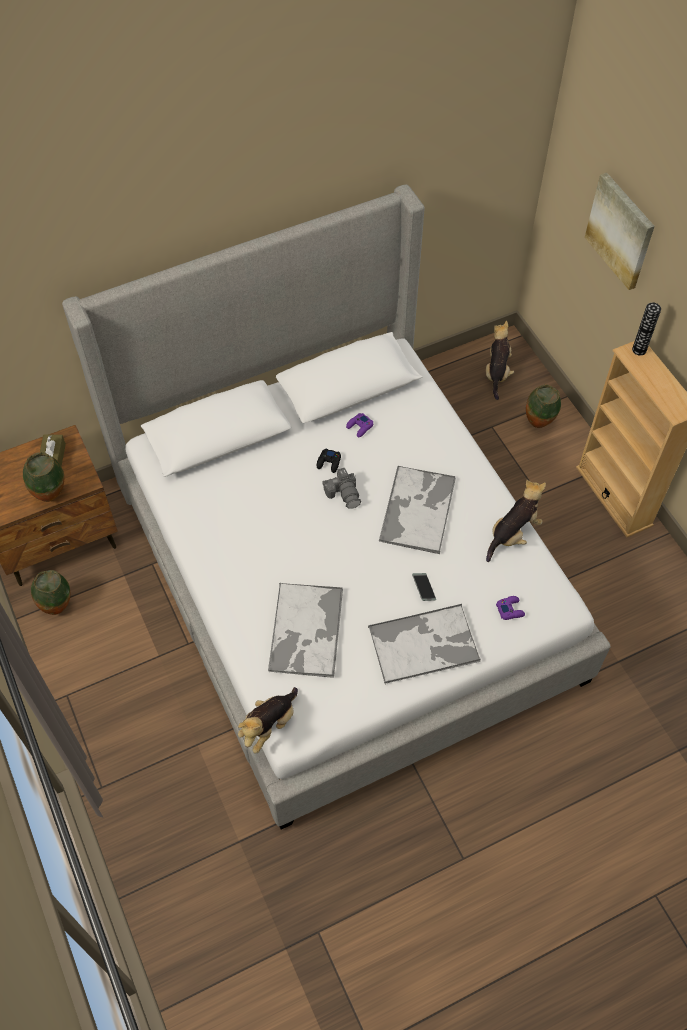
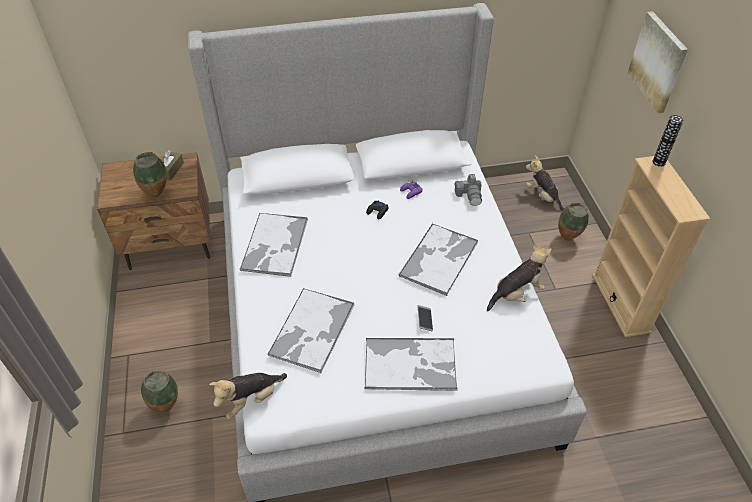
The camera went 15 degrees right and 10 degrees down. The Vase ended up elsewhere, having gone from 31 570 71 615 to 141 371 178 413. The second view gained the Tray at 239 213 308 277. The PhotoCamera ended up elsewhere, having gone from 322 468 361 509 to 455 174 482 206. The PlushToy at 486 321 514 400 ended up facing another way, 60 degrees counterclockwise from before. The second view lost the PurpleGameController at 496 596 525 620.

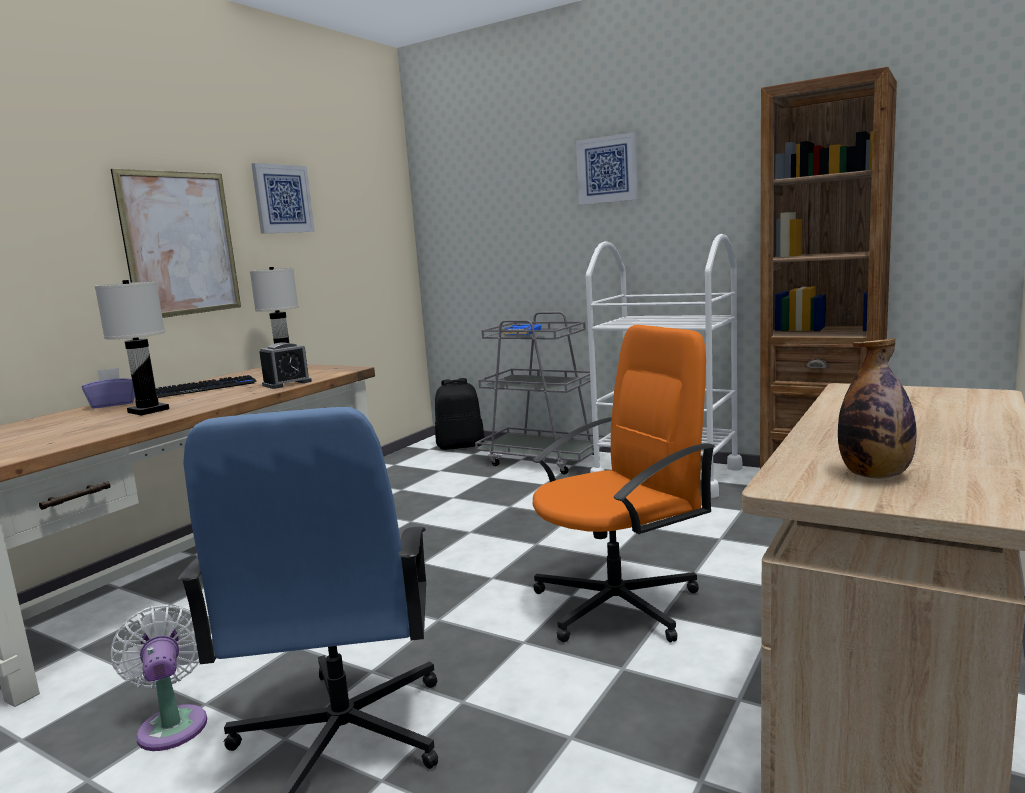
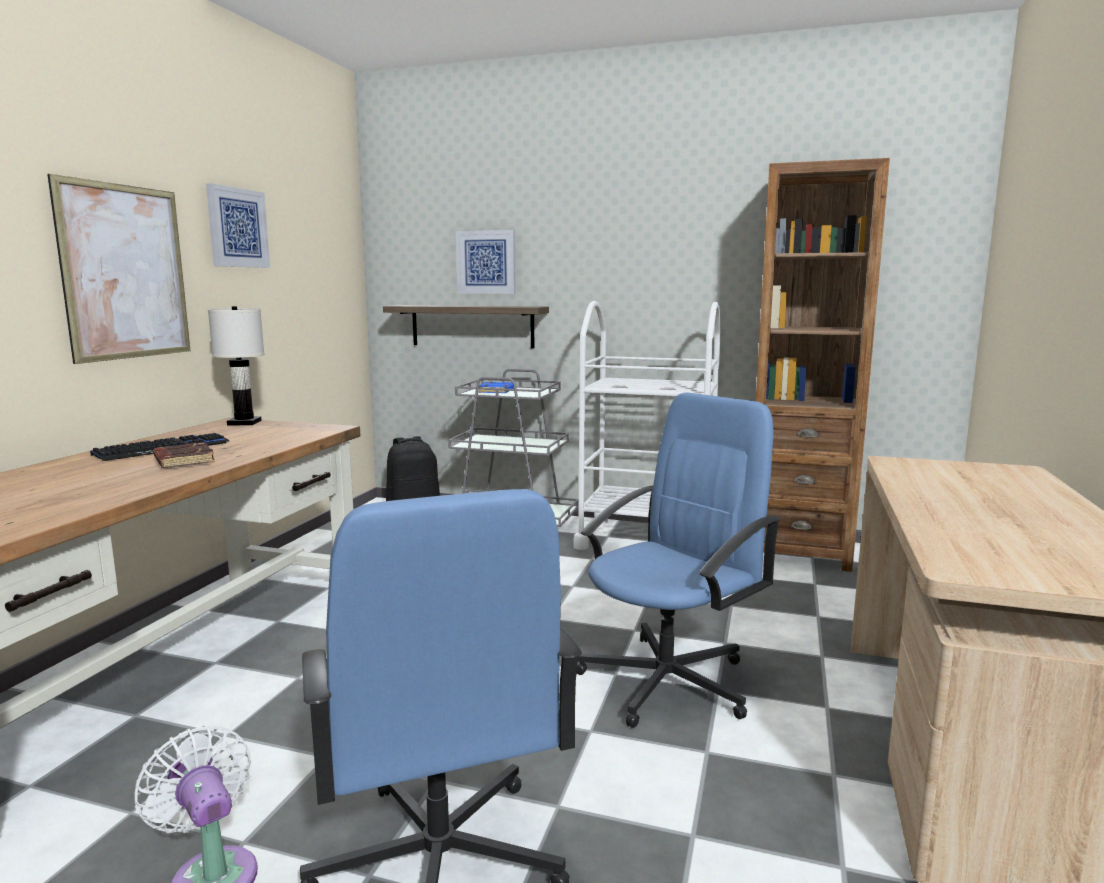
The camera went 15 degrees left and 0 degrees up. The second view gained the BrownBook at 153 442 215 468. The second view gained the Shelf at 383 305 549 348. The Picture ended up elsewhere, having gone from 576 132 638 205 to 456 230 516 294. What was the OrangeOfficeChair at 533 325 715 642 turned into the BlueOfficeChair at 577 392 782 728. The second view lost the PurpleTissueBox at 82 368 135 408. The second view lost the WhiteTableLamp at 95 280 169 416. The second view lost the AlarmClock at 259 342 312 389. The second view lost the Bottle at 838 338 917 479.

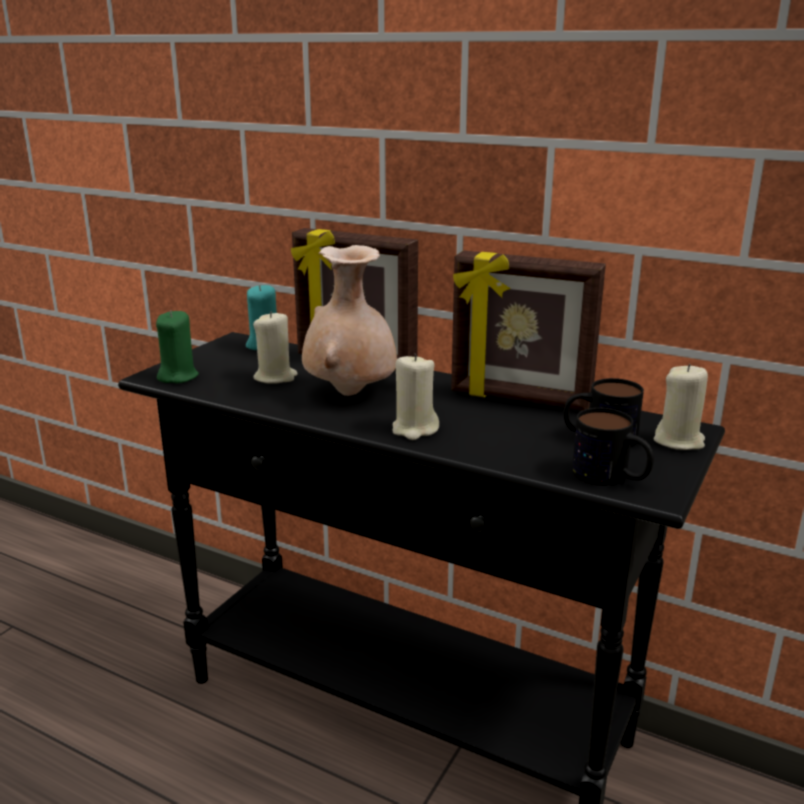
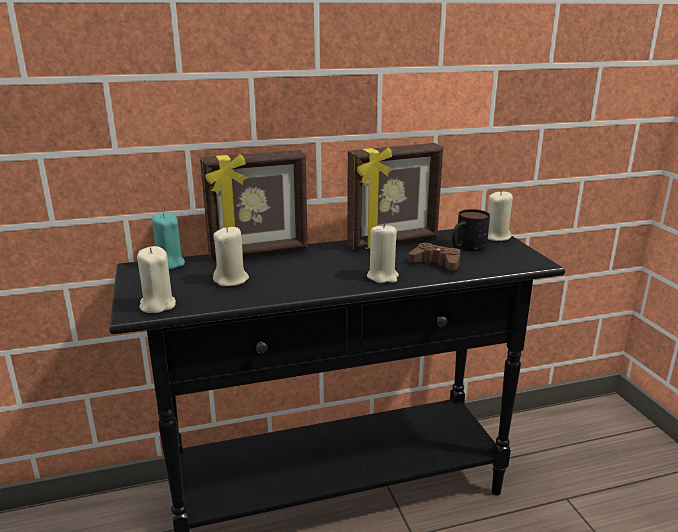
The camera went 45 degrees left and 0 degrees up. What was the GreenCandle at 156 310 199 383 turned into the BeigeCandle at 137 246 176 313. The second view gained the BrownGameController at 409 243 461 270. The second view lost the BeigeVase at 302 245 397 396. The second view lost the Mug at 572 408 654 485.

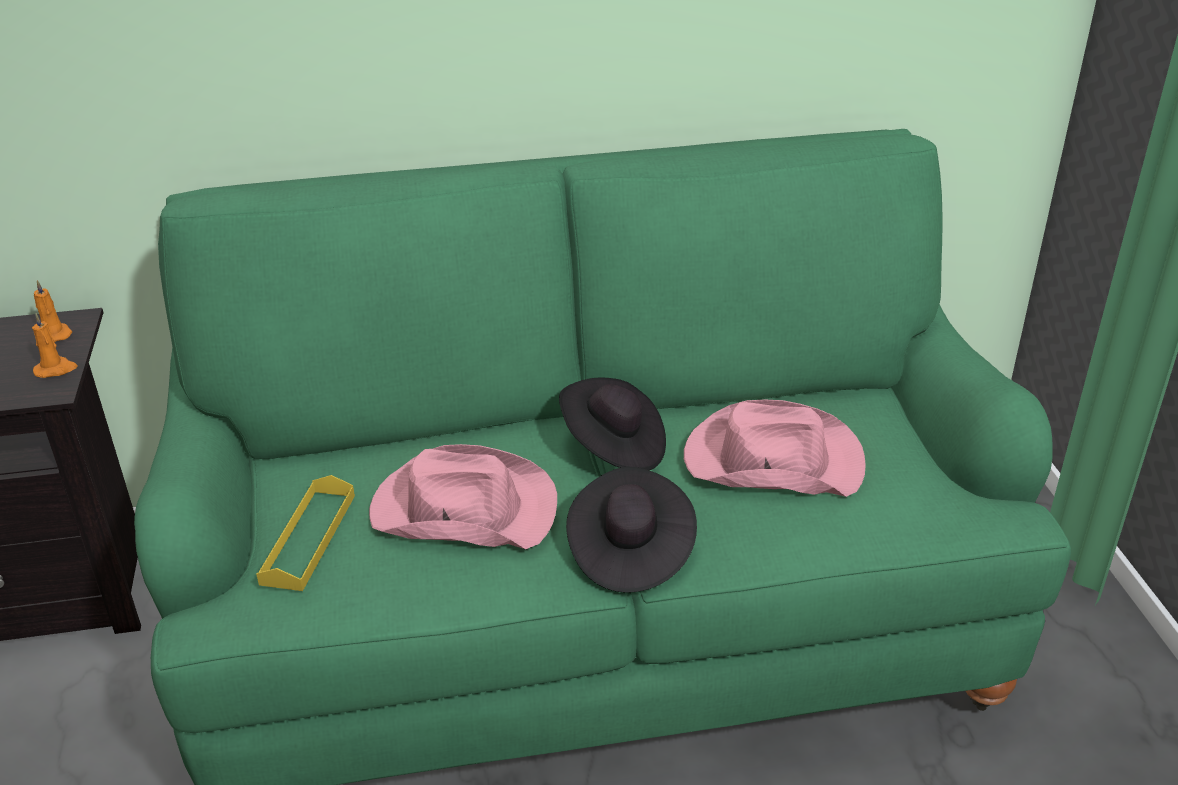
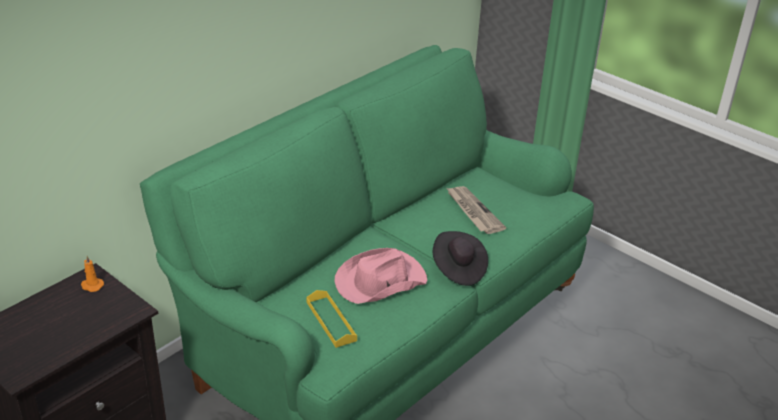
The camera went 40 degrees left and 0 degrees up. Where the PinkHat stood at 684 399 866 497, the Newspaper came to stand at 447 186 506 234. The second view lost the OrangeCandle at 32 313 78 378. The second view lost the BlackHat at 559 377 666 470.

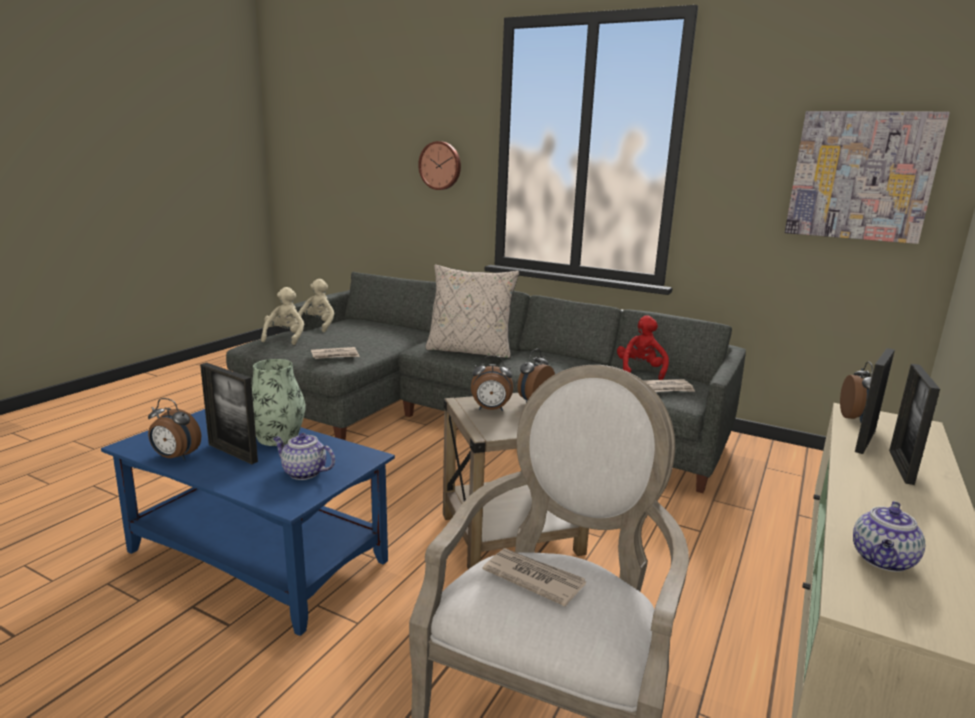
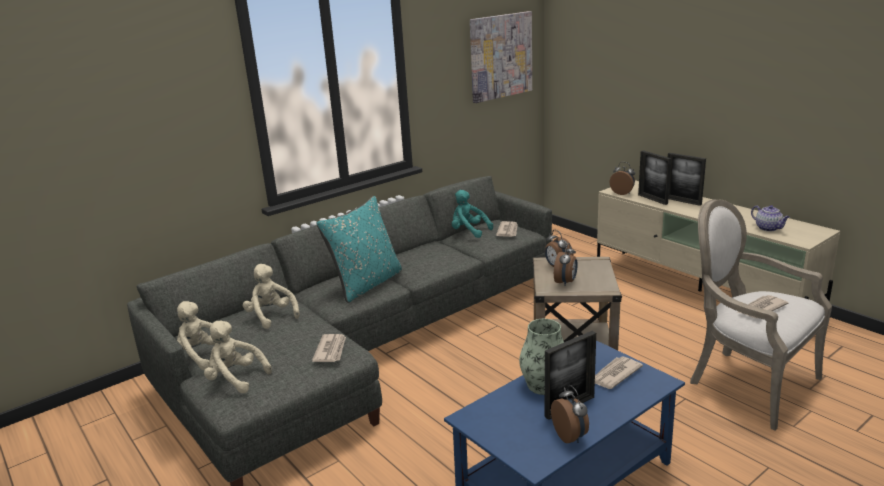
The camera went 65 degrees left and 5 degrees up. The second view gained the BeigePlushToy at 243 264 300 329. What was the BeigePillow at 425 265 519 359 turned into the TurquoisePillow at 316 196 402 303. What was the RedPlushToy at 617 315 669 380 turned into the TurquoisePlushToy at 452 190 493 238. The AlarmClock at 148 398 201 460 ended up facing another way, 60 degrees counterclockwise from before. Where the Teapot stood at 273 433 335 480, the Newspaper came to stand at 595 356 643 389. The second view lost the WallClock at 418 141 461 190.

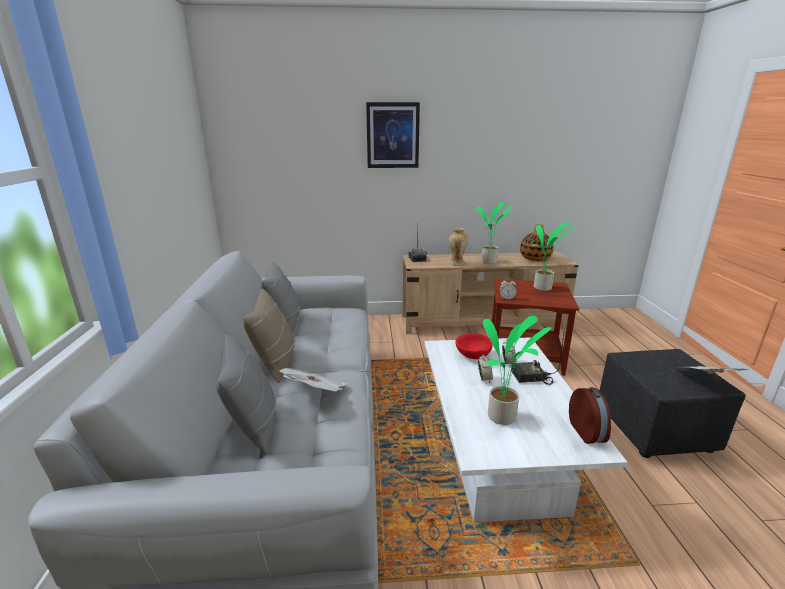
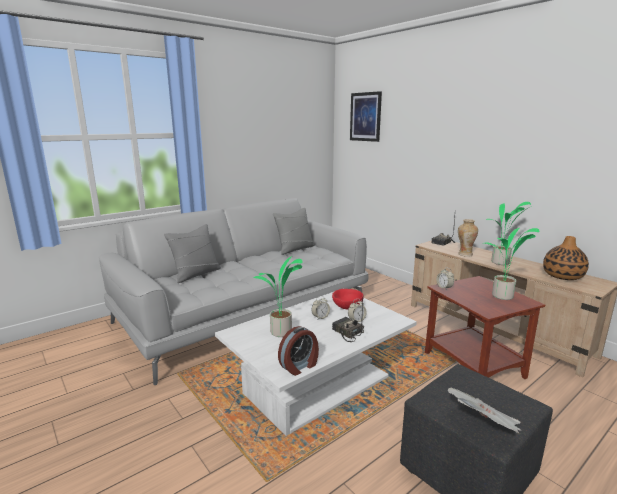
The camera went 55 degrees right and 5 degrees down. The Picture ended up elsewhere, having gone from 366 102 420 168 to 350 91 382 142. The second view lost the BeigePillow at 243 288 295 383. The second view lost the Newspaper at 280 368 347 392.

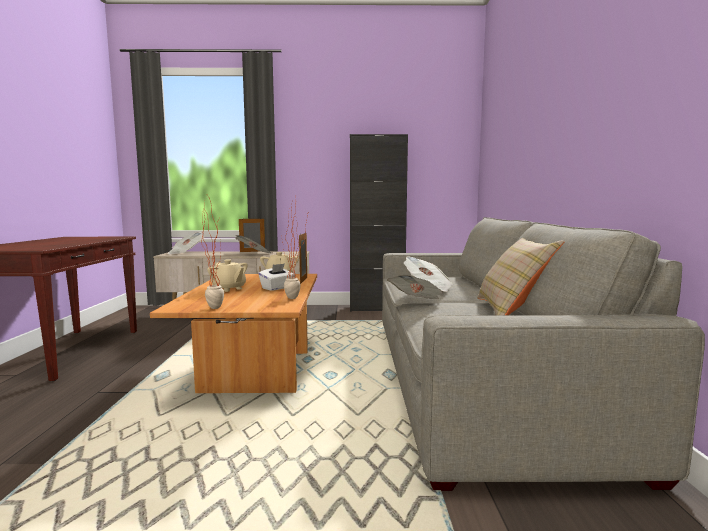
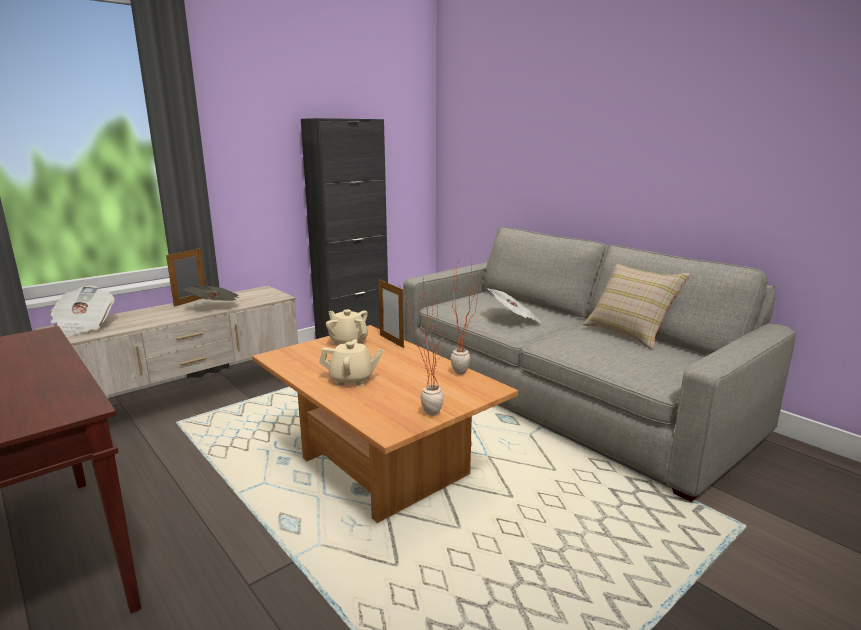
The camera went 40 degrees left and 10 degrees up. The second view lost the WhiteTissueBox at 258 263 294 291. The second view lost the Newspaper at 387 275 443 299.

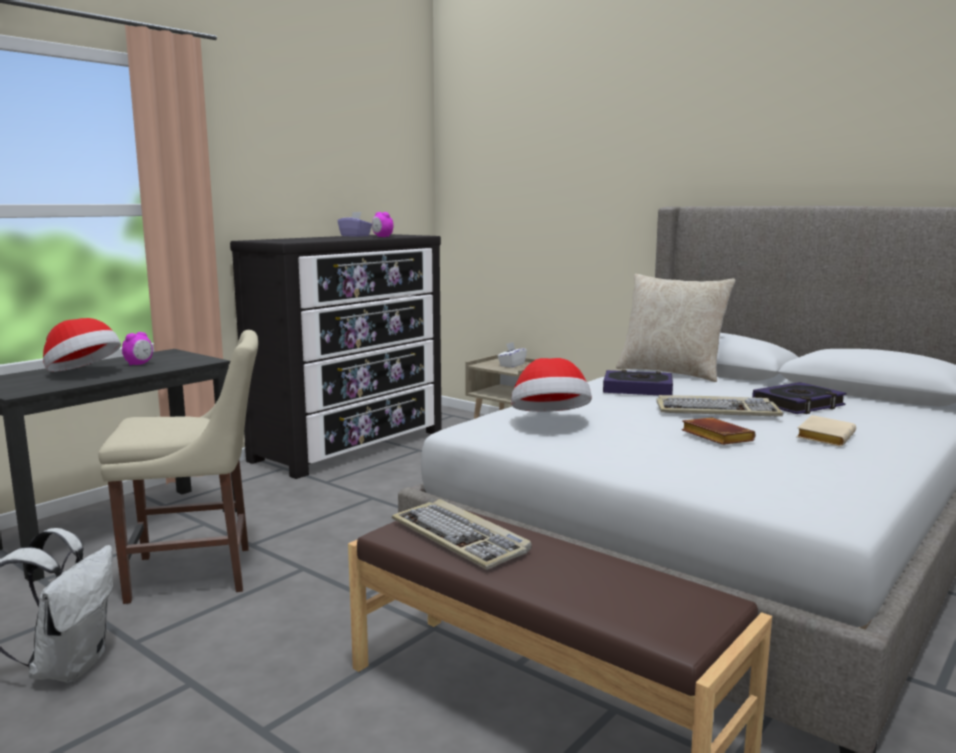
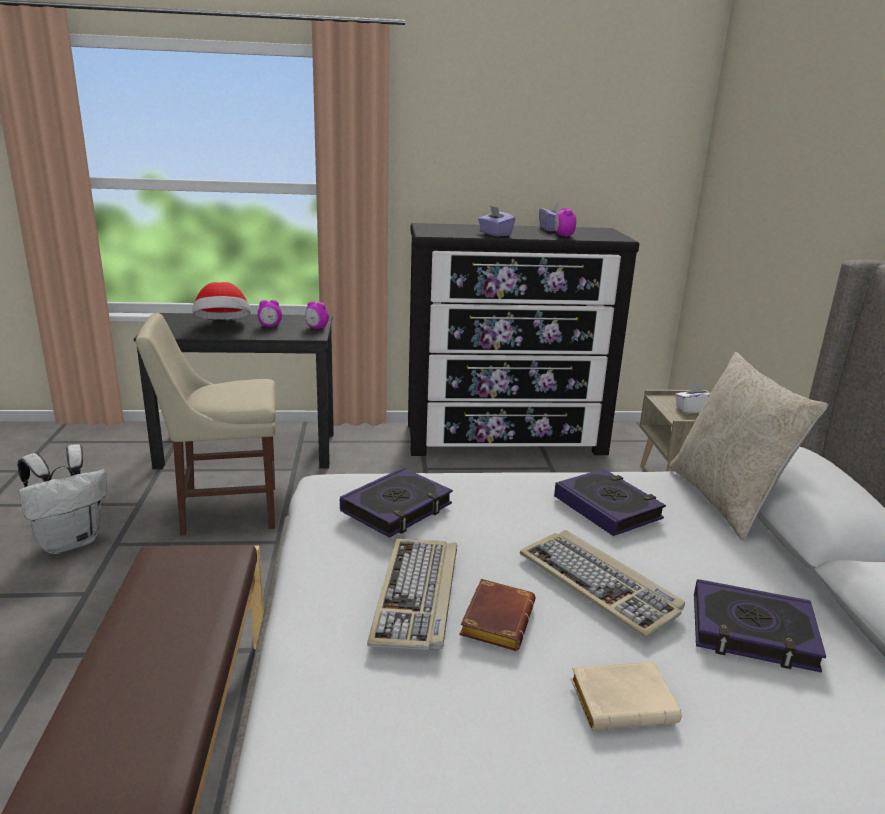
The camera went 45 degrees right and 10 degrees up. The BeigeChair at 99 330 258 604 ended up facing another way, 135 degrees clockwise from before. The second view gained the AlarmClock at 305 301 329 329. Where the Hat stood at 511 358 592 412, the Book came to stand at 340 468 453 538. The Keyboard ended up elsewhere, having gone from 392 499 532 570 to 367 539 457 651. The second view gained the PurpleTissueBox at 478 206 515 237.

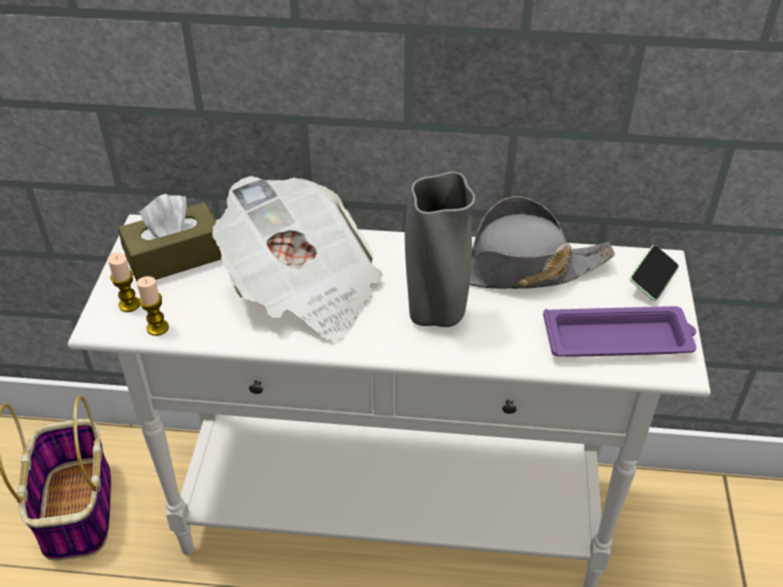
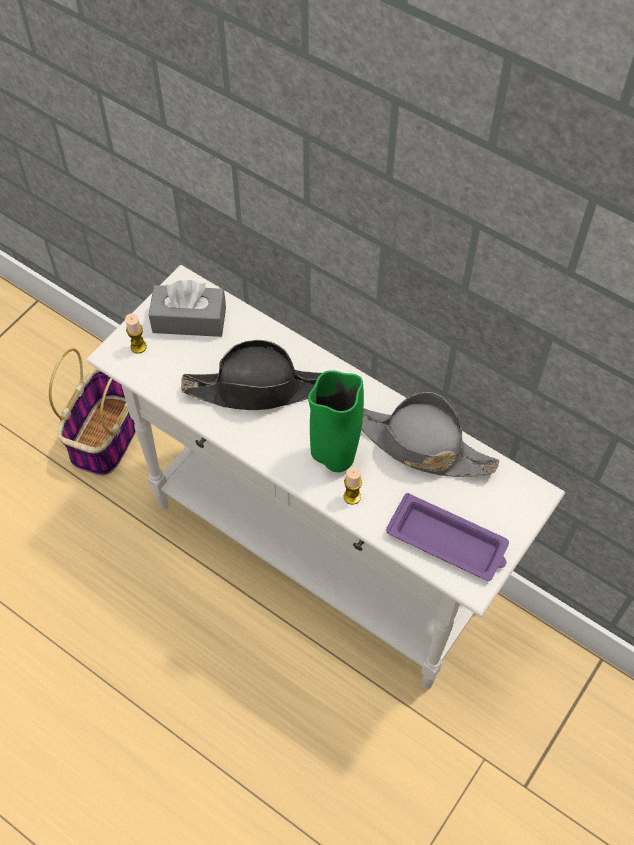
The camera went 30 degrees right and 15 degrees up. What was the BrownTissueBox at 118 194 222 282 turned into the GreyTissueBox at 149 280 226 337. Where the Newspaper stood at 212 176 383 341, the BlackHat came to stand at 181 340 322 410. What was the GreyVase at 405 172 476 327 turned into the GreenVase at 308 370 364 472. The Candle ended up elsewhere, having gone from 137 276 169 336 to 344 467 362 505. The second view lost the Phone at 630 245 679 301.

